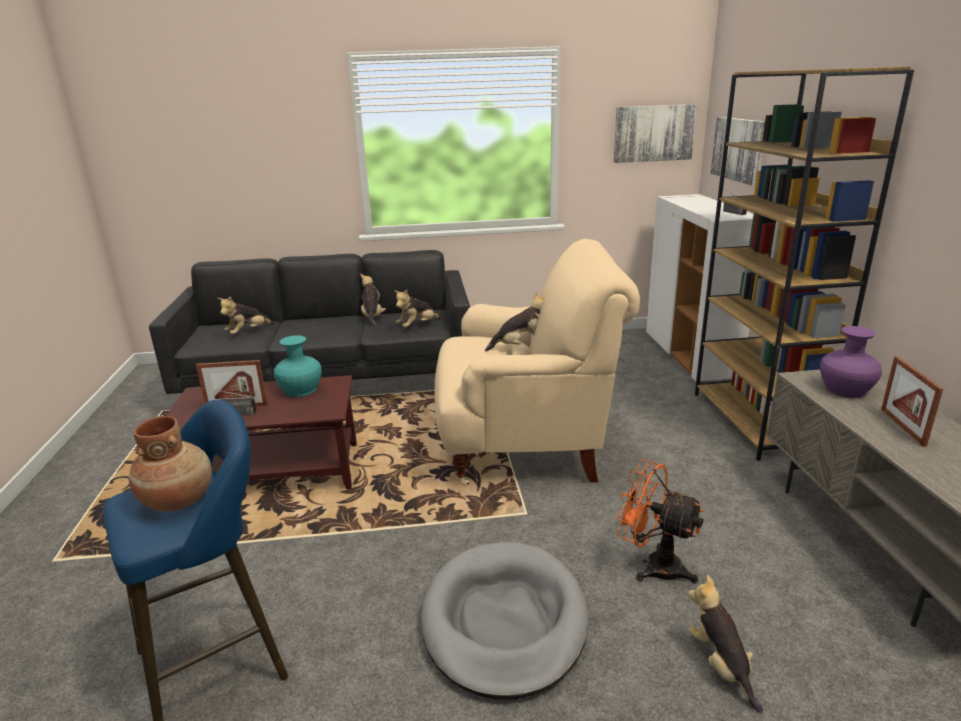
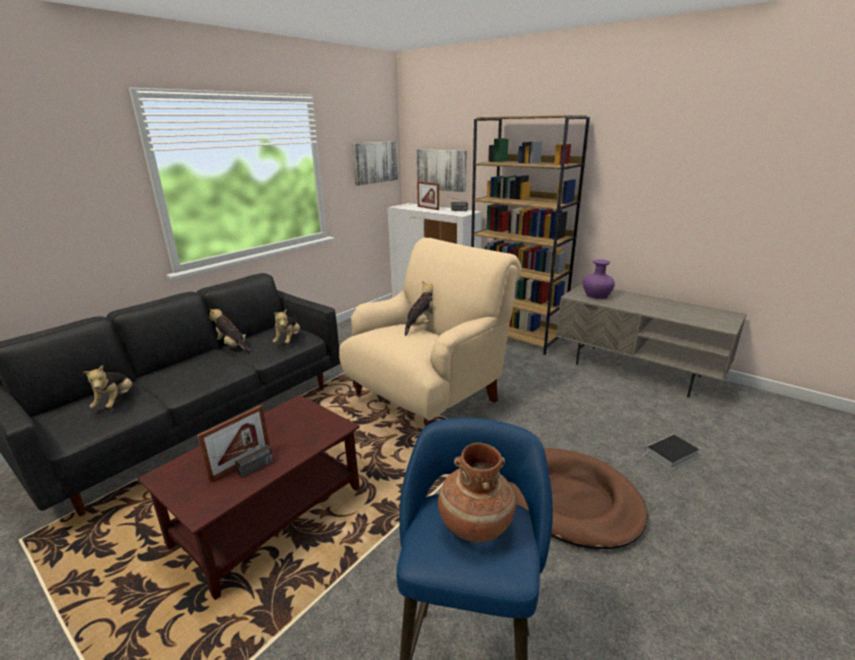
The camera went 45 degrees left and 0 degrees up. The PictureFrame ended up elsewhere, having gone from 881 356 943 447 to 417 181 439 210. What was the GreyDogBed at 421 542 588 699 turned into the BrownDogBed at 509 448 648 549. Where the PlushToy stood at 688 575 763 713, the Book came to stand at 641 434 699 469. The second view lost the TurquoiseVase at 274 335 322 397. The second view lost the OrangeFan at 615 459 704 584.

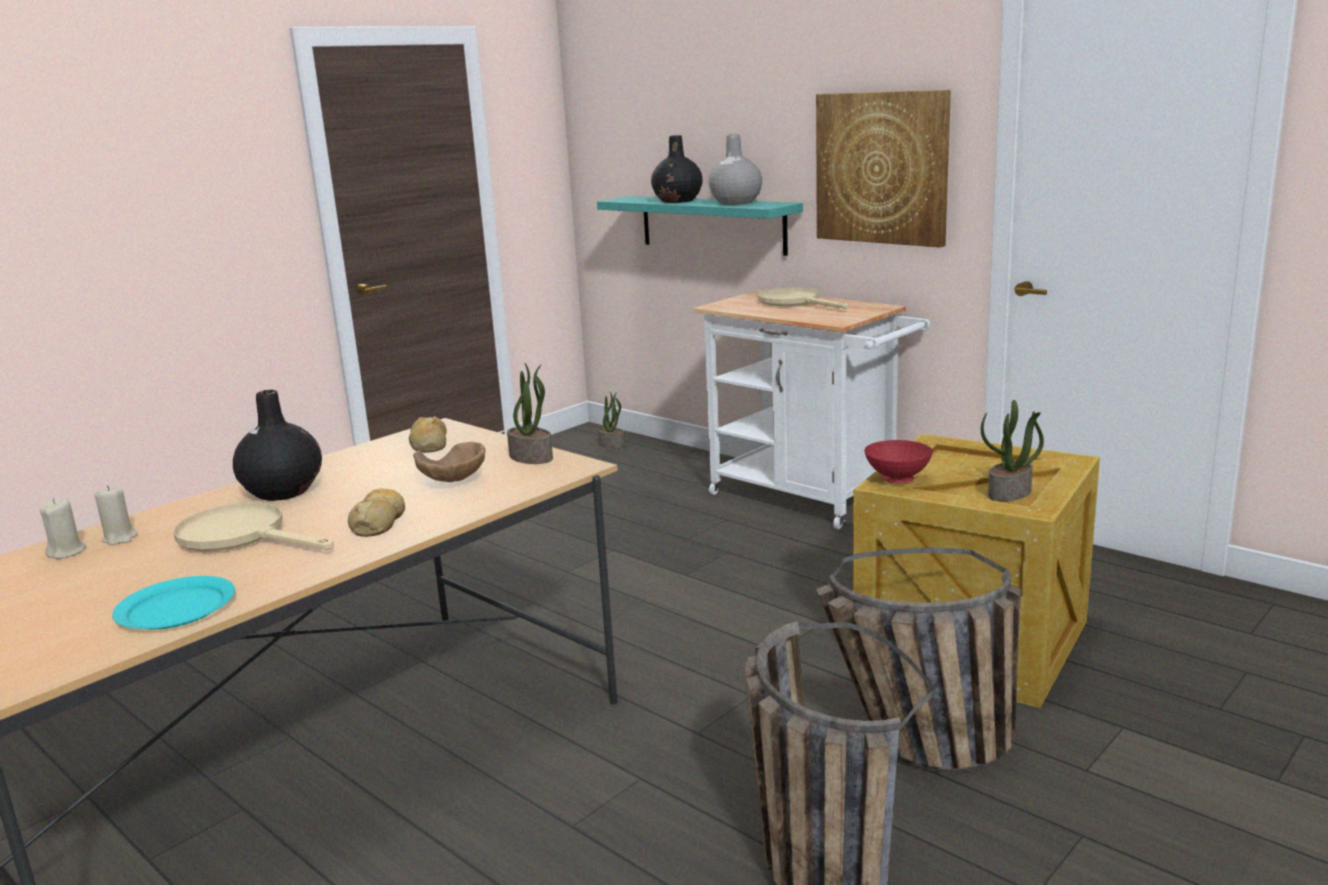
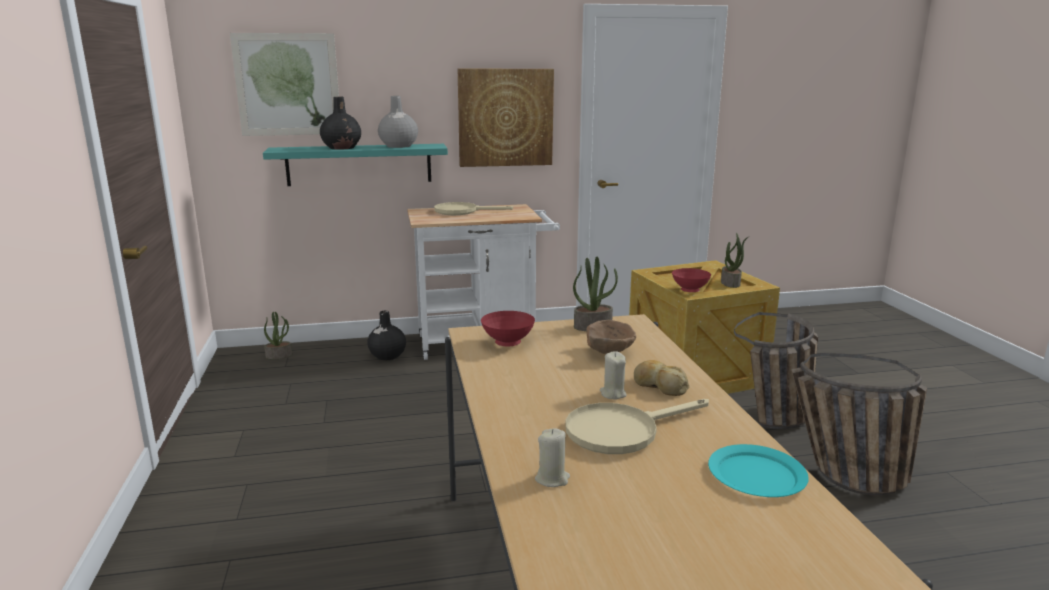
The camera went 55 degrees left and 0 degrees up. The second view gained the Picture at 230 33 339 136. The BlackVase ended up elsewhere, having gone from 233 390 322 501 to 367 310 406 360. Where the Bread stood at 409 416 447 453, the RedBowl came to stand at 481 311 535 346. The BeigeCandle ended up elsewhere, having gone from 39 498 86 559 to 600 351 627 400.

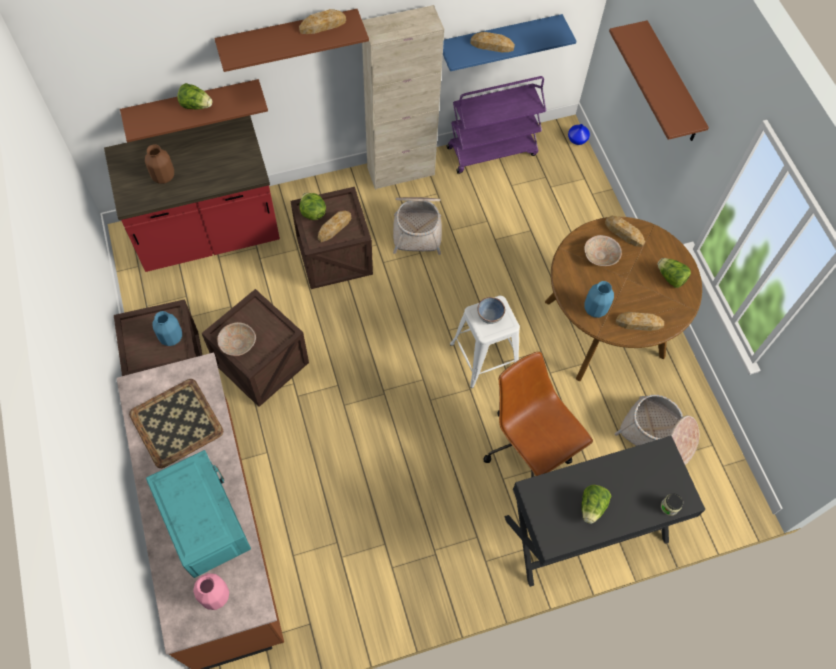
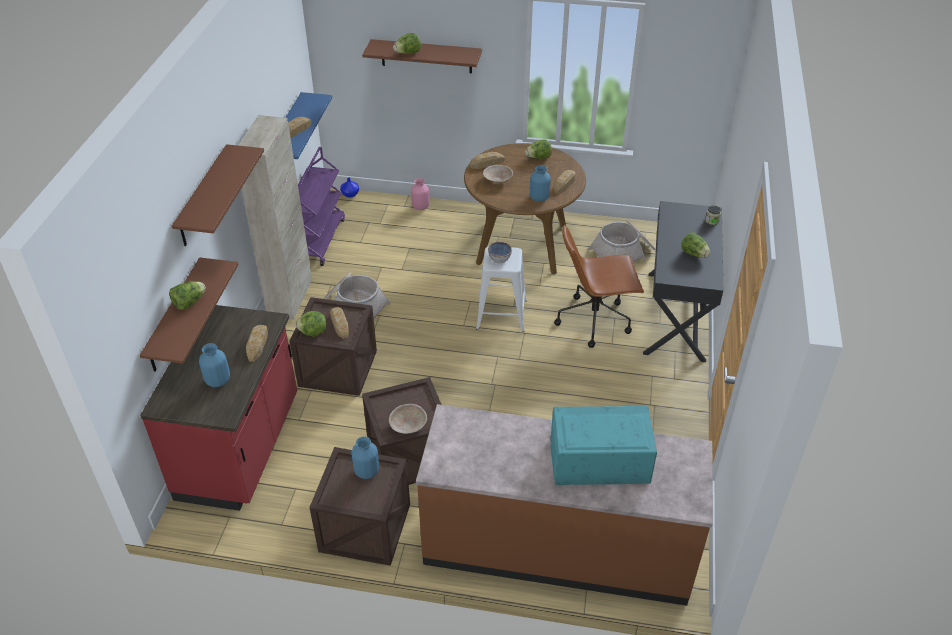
The camera went 60 degrees left and 20 degrees down. What was the BrownVase at 145 144 174 184 turned into the BlueVase at 199 343 230 387. The Bread ended up elsewhere, having gone from 299 9 346 34 to 246 325 268 362. The second view gained the Lettuce at 393 33 421 54. The PinkVase ended up elsewhere, having gone from 193 573 229 610 to 411 178 429 210. The second view lost the Tray at 129 379 223 468.

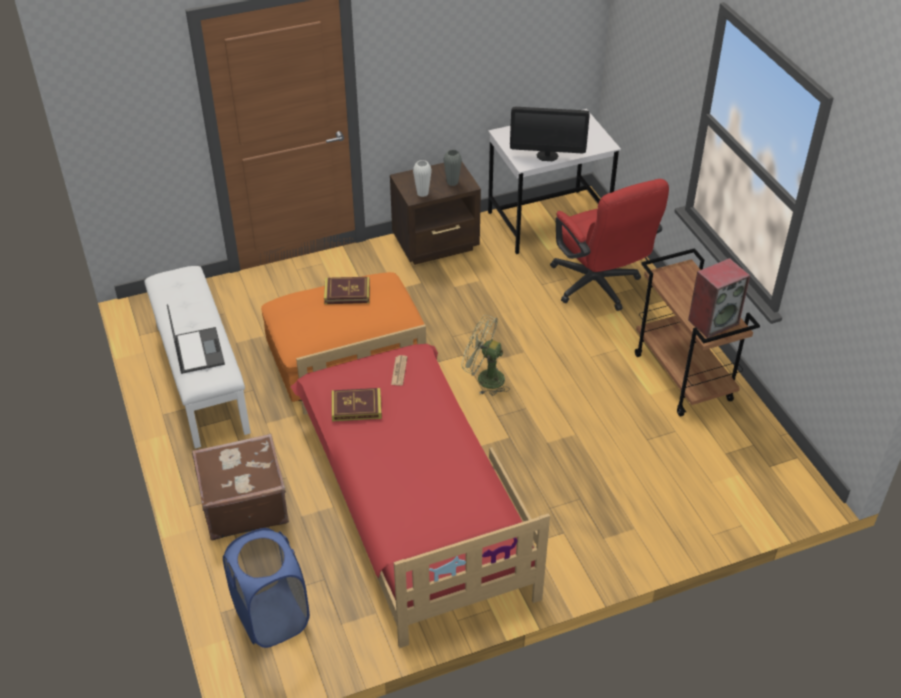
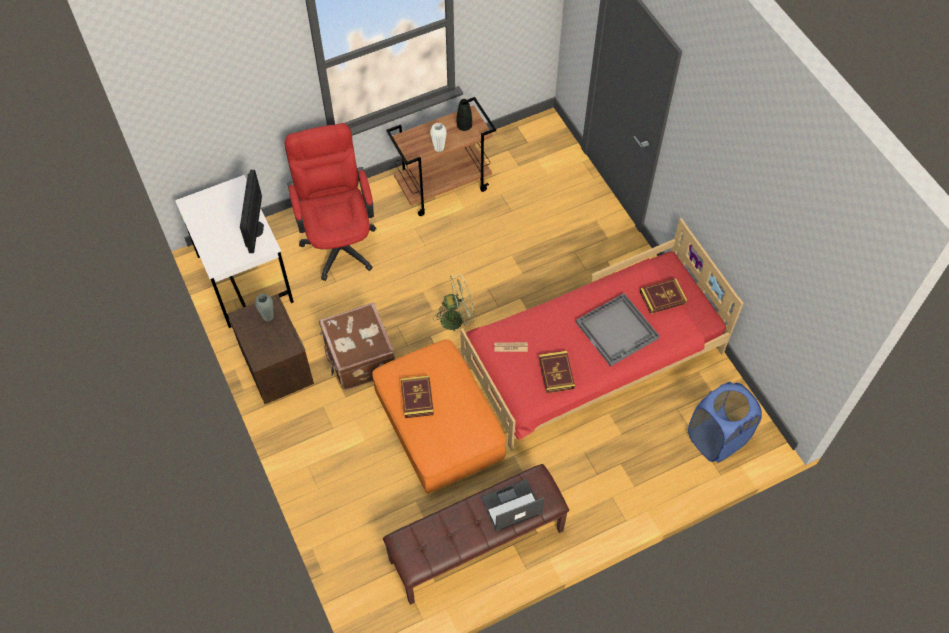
The camera went 95 degrees left and 15 degrees up. The RedOfficeChair at 550 179 669 311 ended up facing another way, 75 degrees counterclockwise from before. The BrownSuitcase ended up elsewhere, having gone from 192 434 289 540 to 319 302 395 390. What was the WhiteBench at 144 266 251 449 turned into the BrownBench at 383 464 569 605. The WhiteVase ended up elsewhere, having gone from 413 160 432 197 to 430 123 447 152. The GreenFan at 461 315 510 396 ended up facing another way, 120 degrees counterclockwise from before. Where the Speaker stood at 688 258 750 338, the BlackVase came to stand at 457 99 472 131. The second view gained the GreyTray at 576 293 659 367. The second view gained the Book at 640 279 687 314.

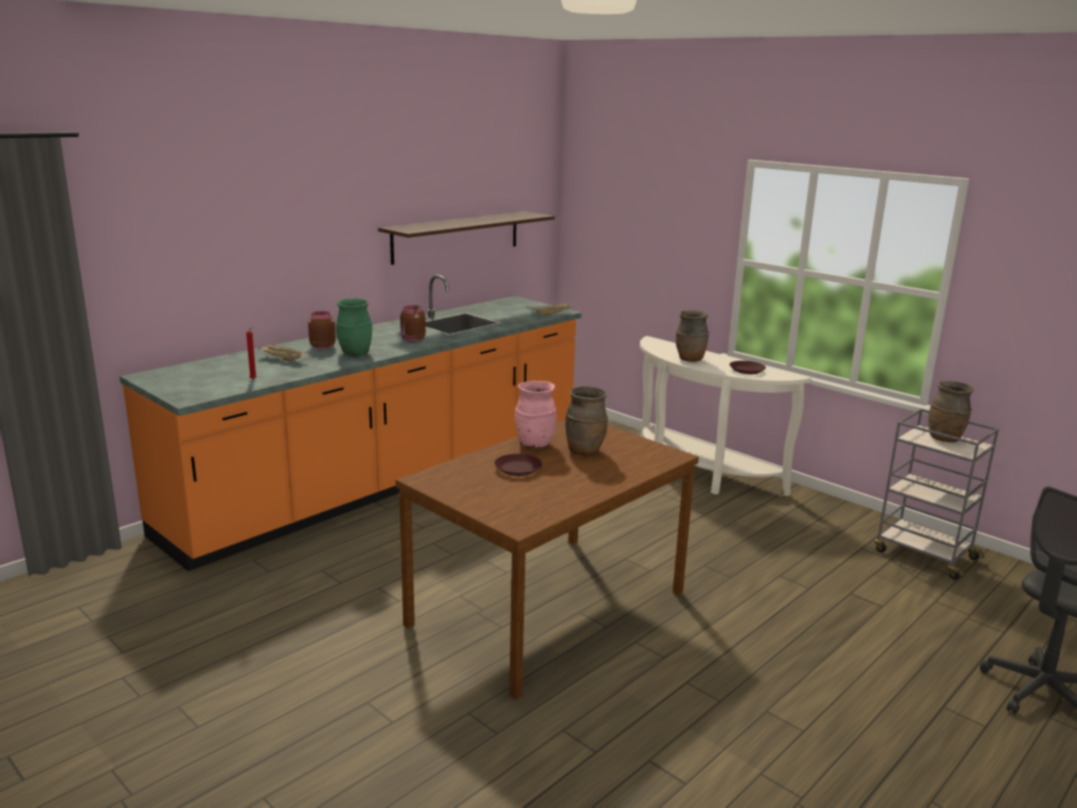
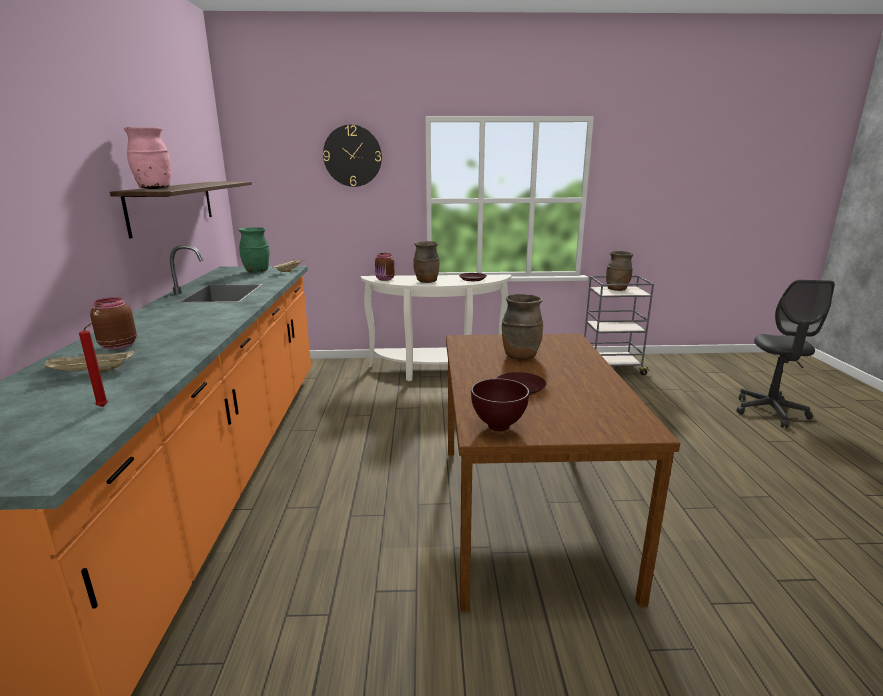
The camera went 45 degrees left and 0 degrees up. The PinkVase ended up elsewhere, having gone from 515 381 556 448 to 124 127 172 189. The GreenVase ended up elsewhere, having gone from 336 298 372 356 to 238 227 270 272. The second view gained the WallClock at 323 125 382 187. The BrownJar ended up elsewhere, having gone from 400 305 426 342 to 375 253 395 281. The second view gained the BrownBowl at 471 379 529 431.

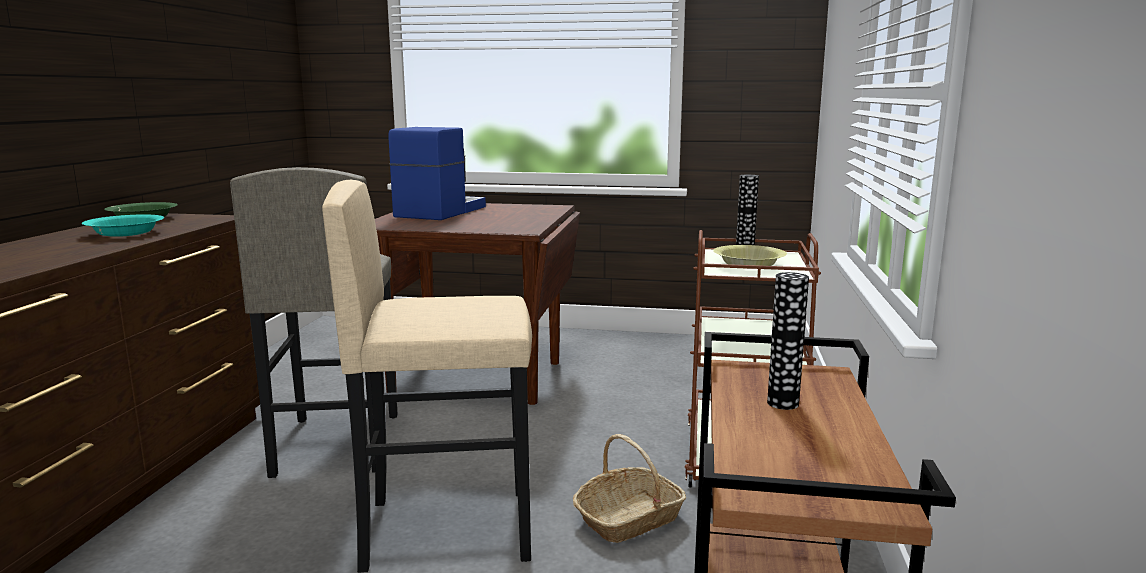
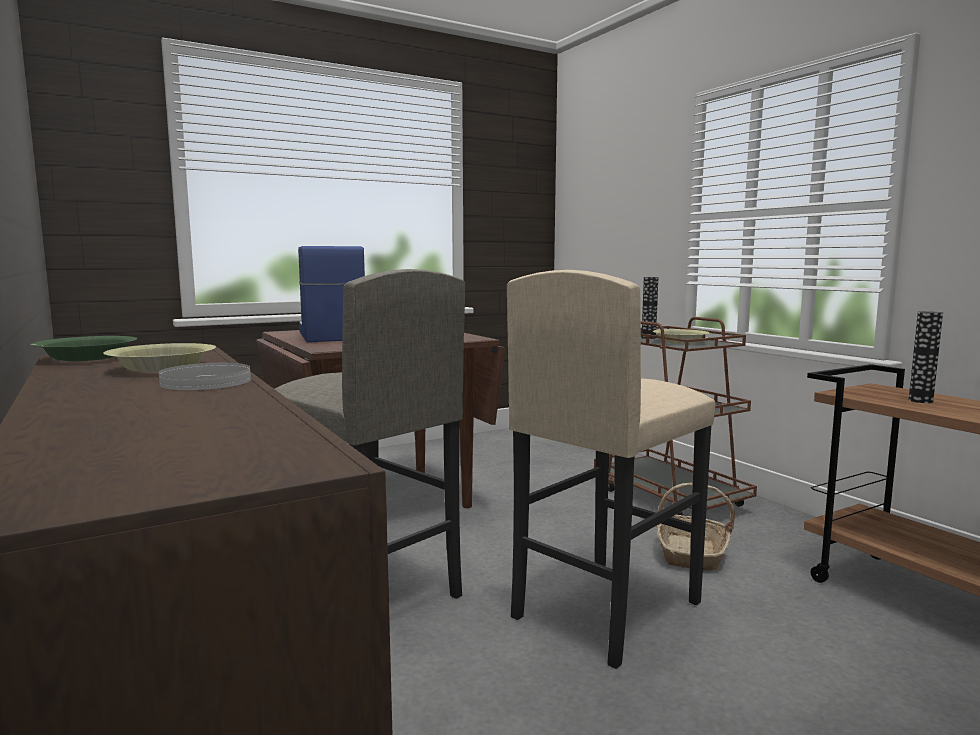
The camera went 40 degrees left and 5 degrees down. What was the TurquoiseBowl at 82 215 164 237 turned into the YellowBowl at 103 343 216 372. The second view gained the WhitePlate at 159 363 251 390.

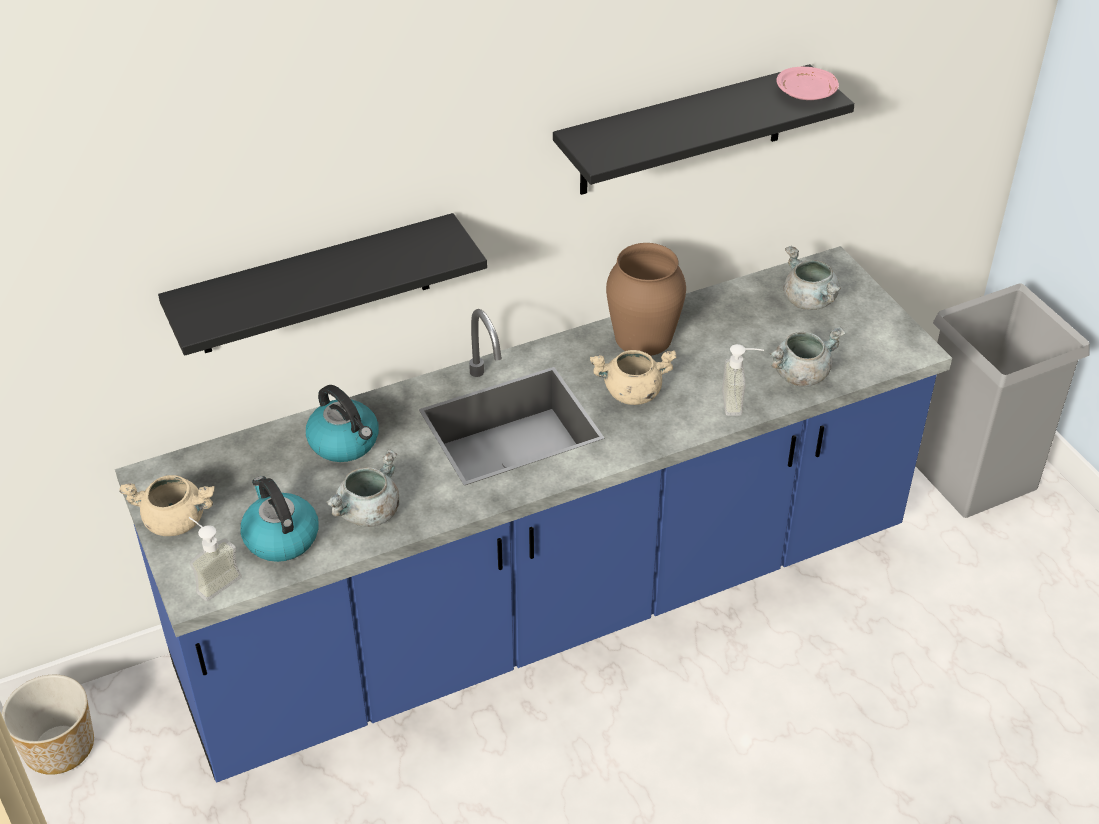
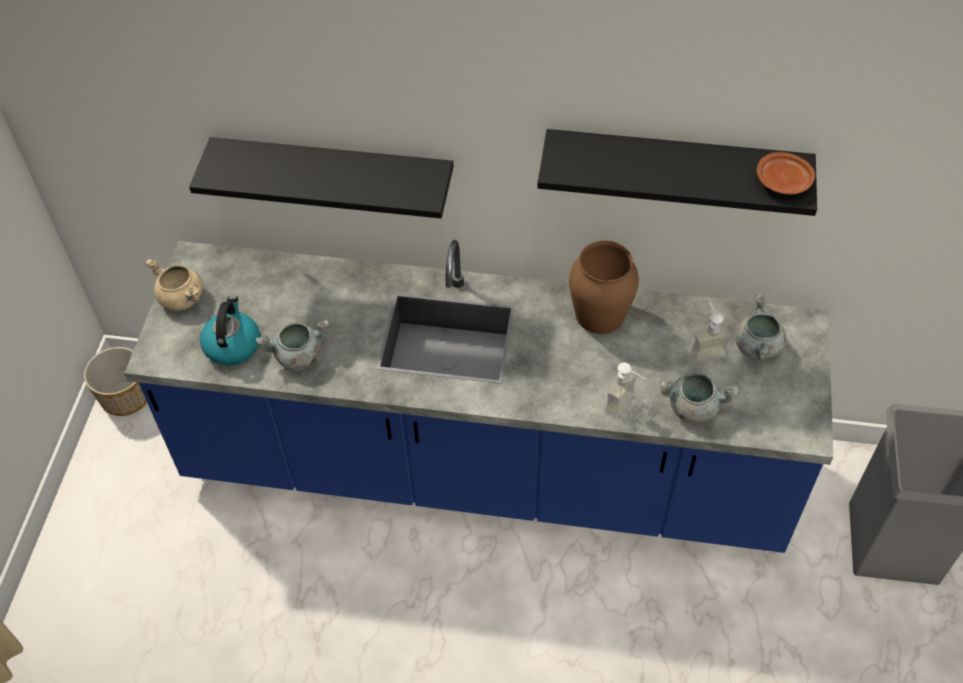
The camera went 35 degrees right and 10 degrees up. The SoapDispenser ended up elsewhere, having gone from 189 517 242 601 to 690 301 731 362. What was the PinkPlate at 777 67 839 100 turned into the BrownPlate at 757 152 815 195. The second view lost the Kettle at 306 385 379 462. The second view lost the BeigeCookingPot at 590 350 677 405.

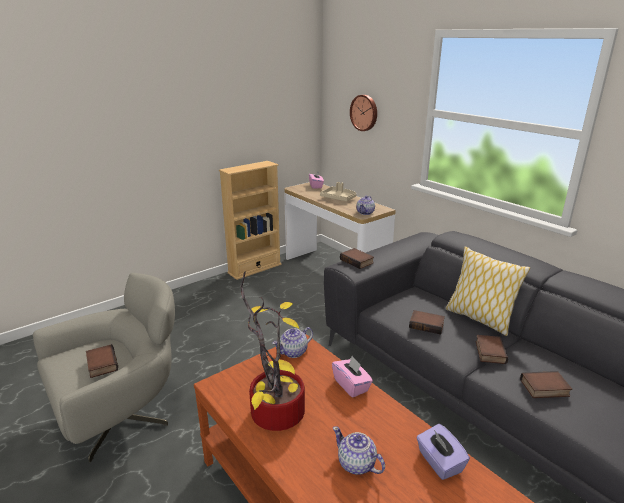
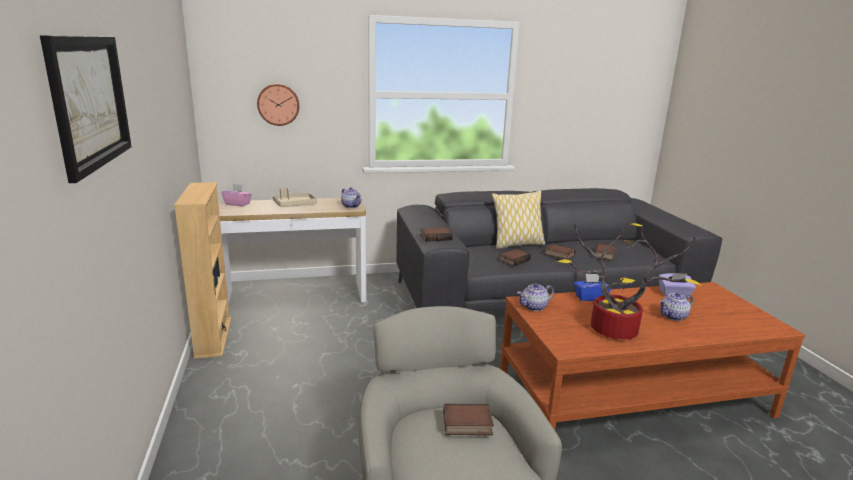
The camera went 65 degrees left and 5 degrees down. The second view gained the Picture at 40 35 132 183. The Teapot at 273 327 313 358 ended up facing another way, 75 degrees clockwise from before. What was the PinkTissueBox at 332 356 373 398 turned into the BlueTissueBox at 574 274 611 301.

